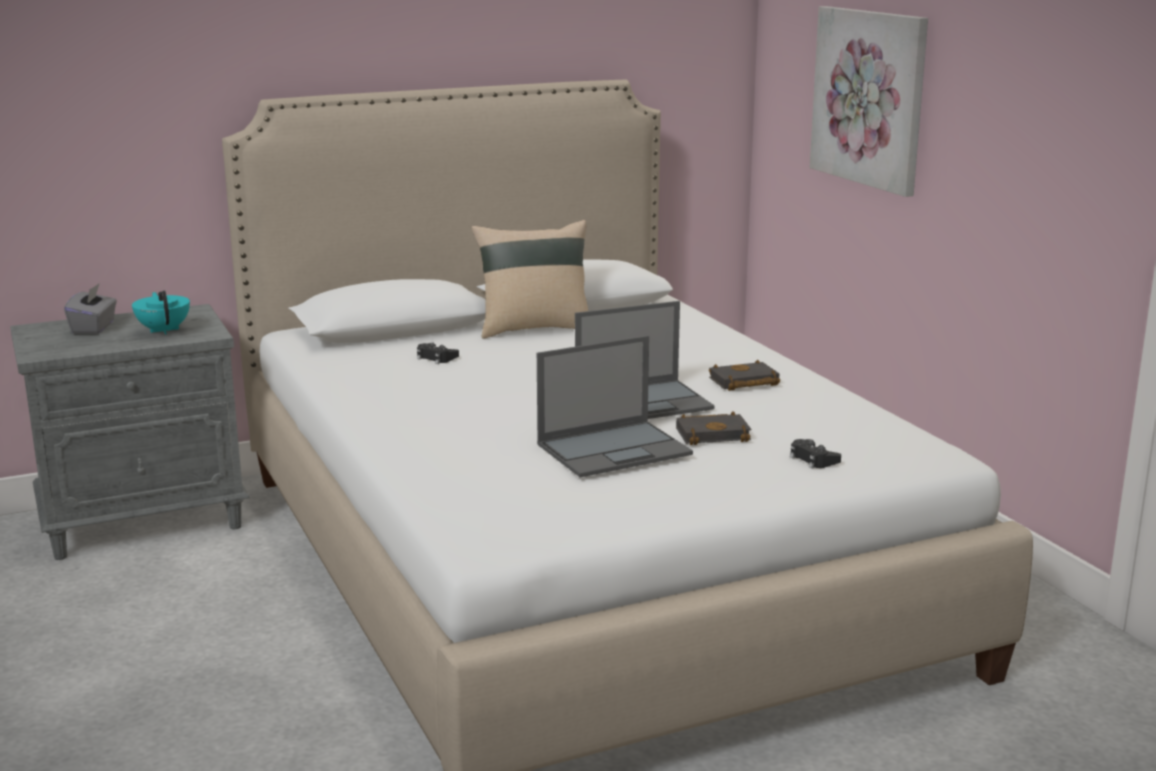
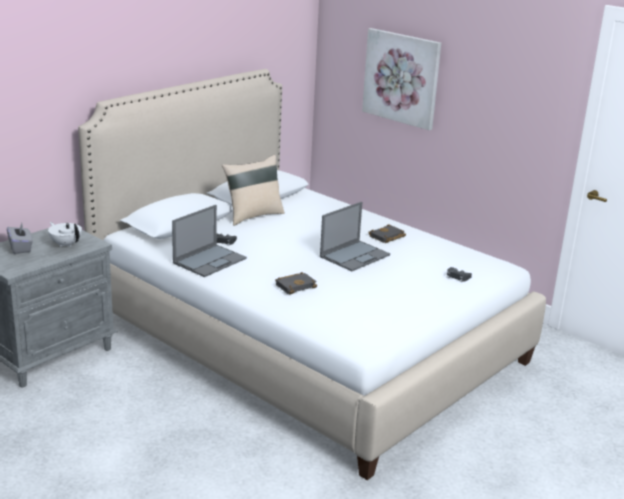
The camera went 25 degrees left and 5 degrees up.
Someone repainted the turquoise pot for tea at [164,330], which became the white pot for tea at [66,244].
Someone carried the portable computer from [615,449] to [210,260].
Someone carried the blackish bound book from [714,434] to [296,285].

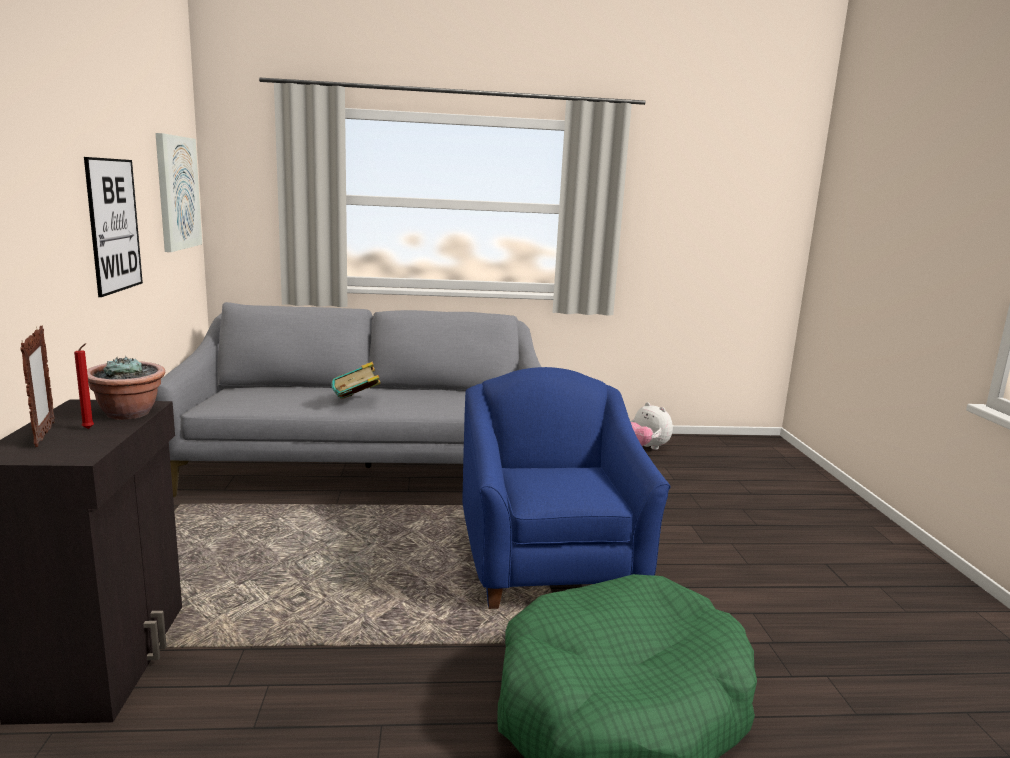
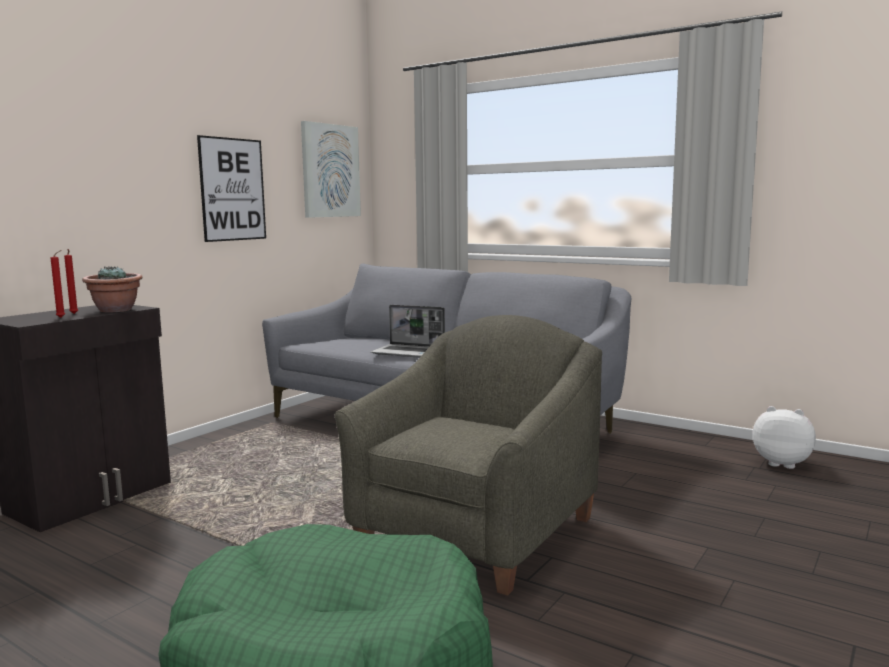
The camera went 40 degrees right and 5 degrees down.
Someone took away the standing frame at [44,435].
Someone swapped the bound book at [357,402] for the portable computer at [409,352].
Someone repainted the blue armchair at [550,563], which became the gray armchair at [476,534].
Someone rotated the plush toy at [646,448] by 120 degrees clockwise.
Someone put down the reddish candle at [62,317].

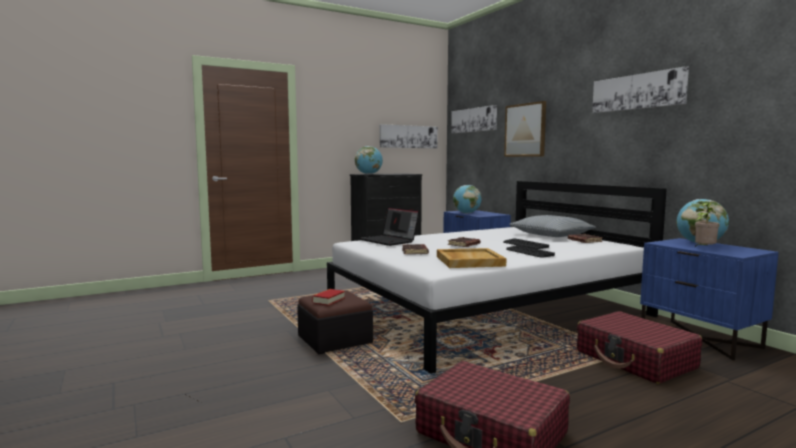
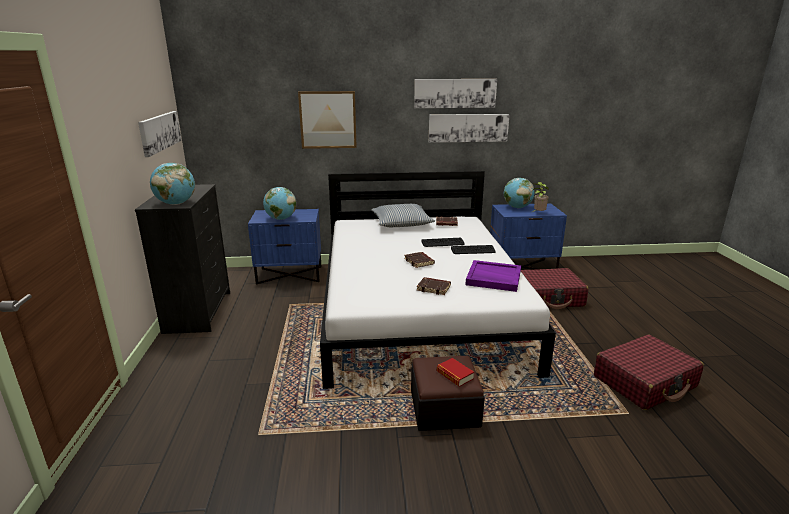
The camera went 65 degrees left and 15 degrees up.
Someone took away the portable computer at [389,241].
Someone repainted the sand-coloured tray at [469,261], which became the purple tray at [493,278].
Someone carried the wall picture from [474,120] to [468,128].

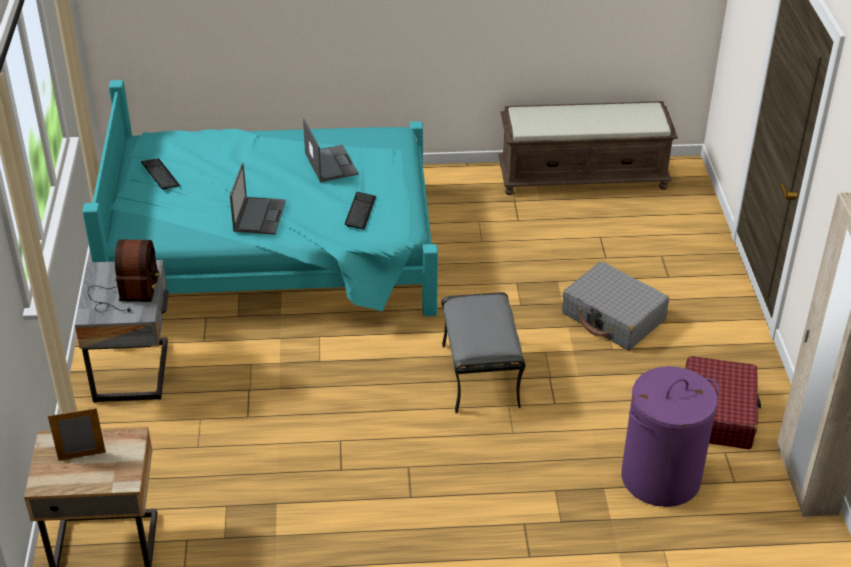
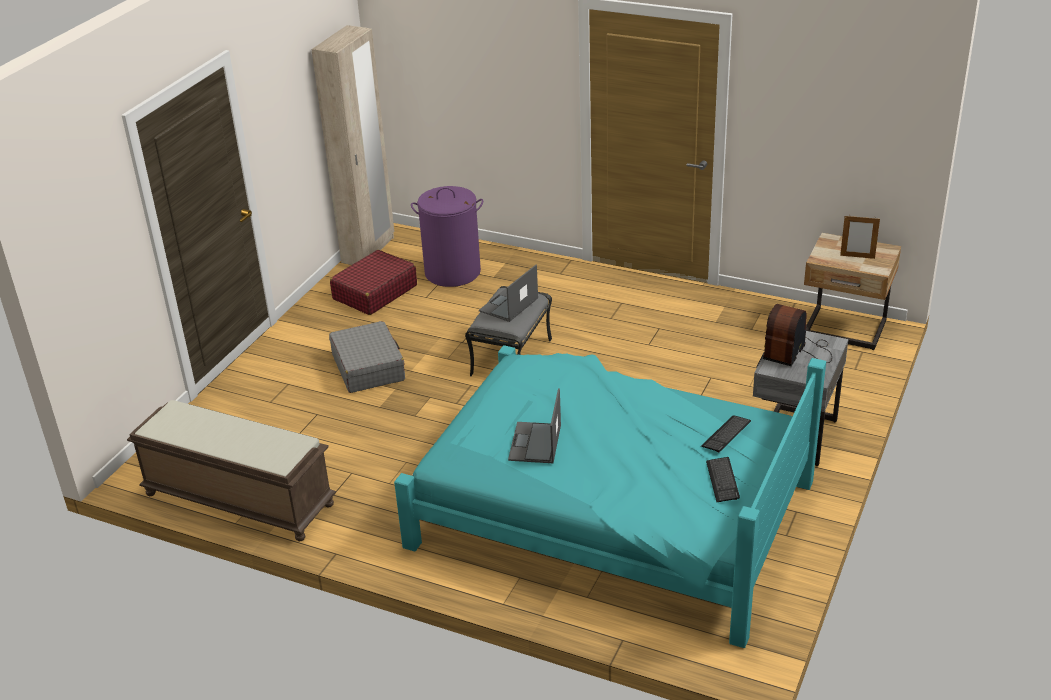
The camera went 150 degrees left and 5 degrees down.
Someone carried the portable computer from [259,215] to [508,305].
Someone carried the keyboard from [360,212] to [726,435].

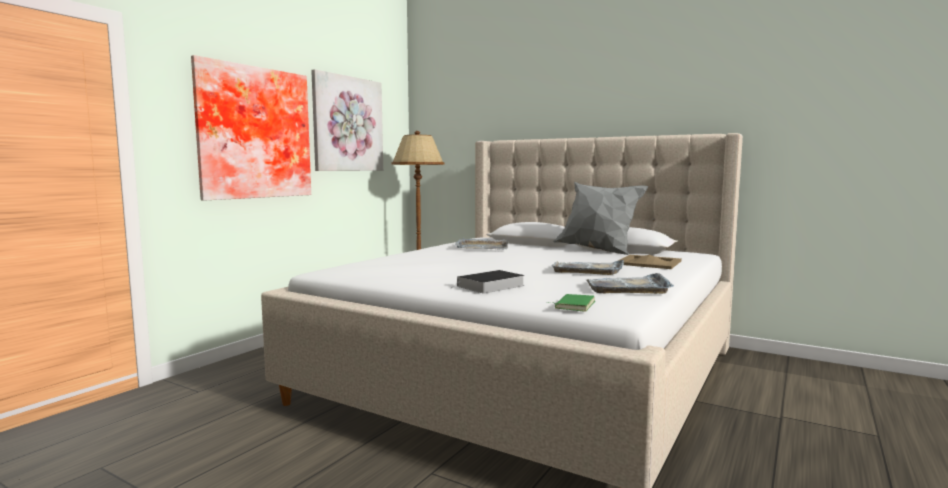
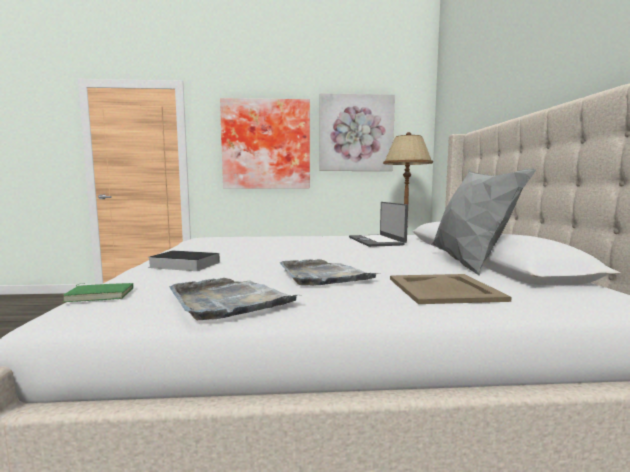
The camera went 55 degrees right and 0 degrees up.
Someone swapped the gray tray at [481,247] for the portable computer at [376,241].

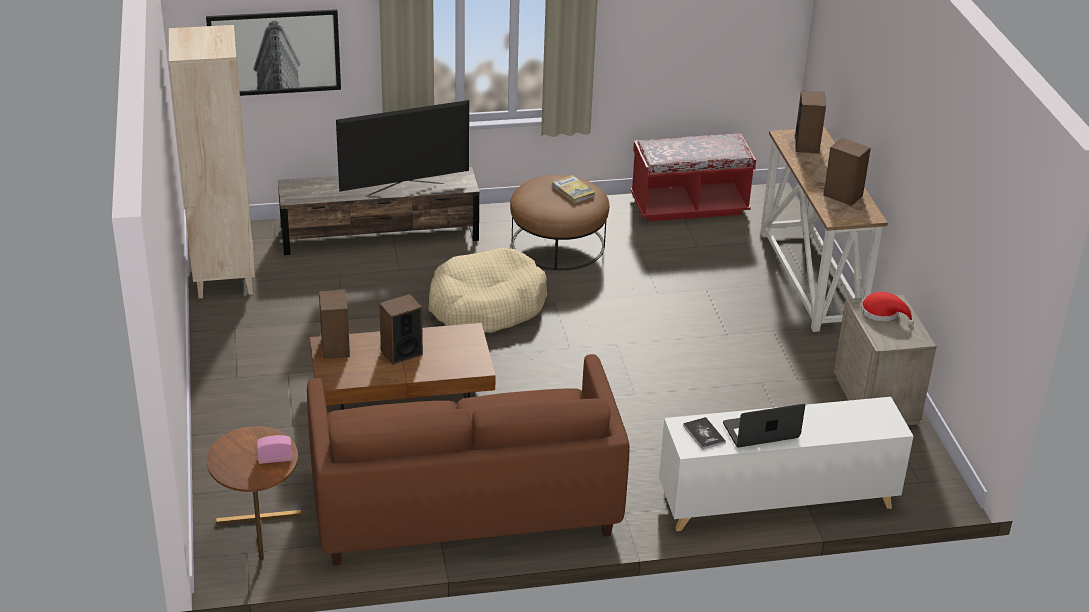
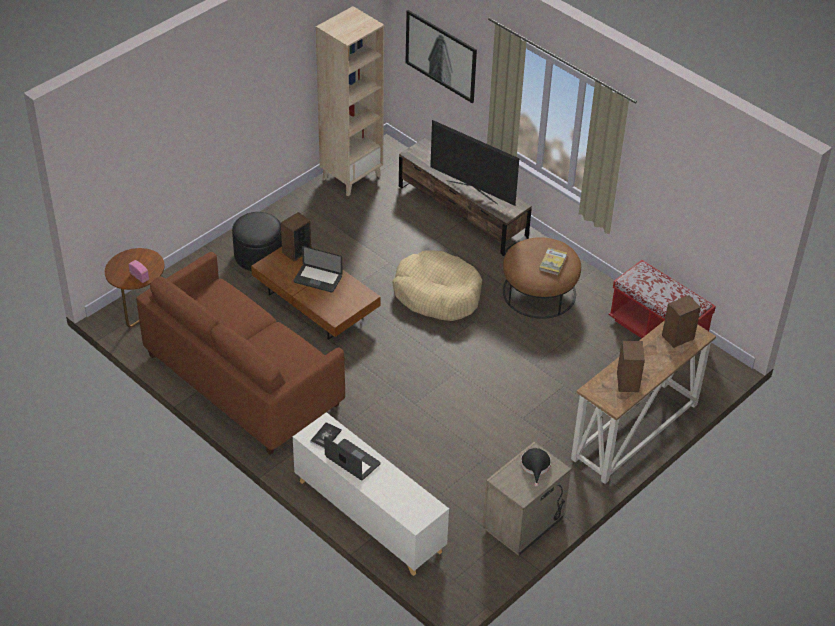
The camera went 55 degrees right and 10 degrees up.
Someone swapped the speaker at [401,352] for the portable computer at [317,279].
Someone repainted the reddish clothing hat at [883,313], which became the blackish clothing hat at [535,466].
Someone put down the blackish pouffe at [258,255].

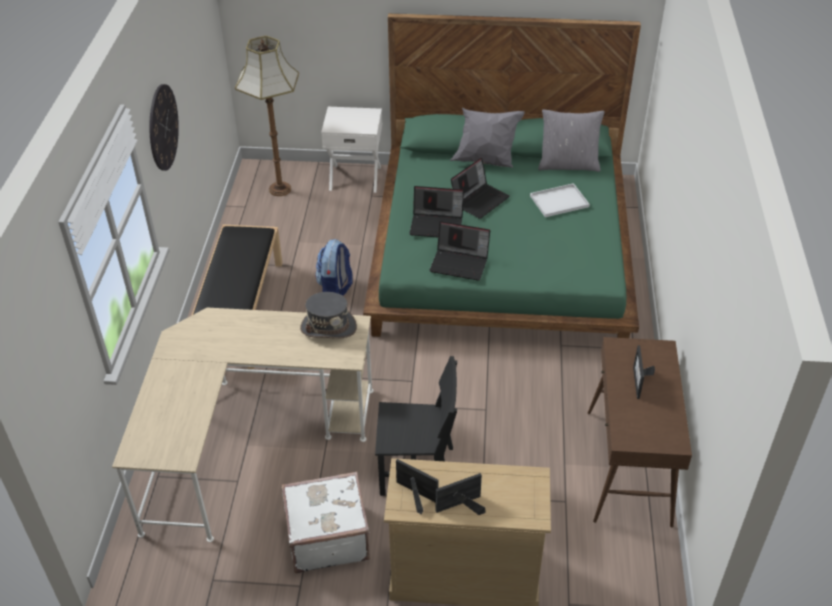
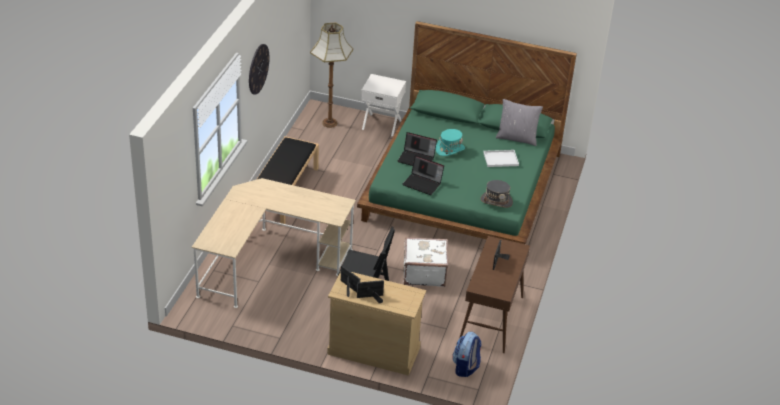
The camera went 10 degrees right and 5 degrees down.
Someone carried the white travel case from [326,537] to [424,273].
Someone carried the gray clothing hat from [328,327] to [496,201].
Someone carried the rucksack from [335,288] to [465,367].
Someone took away the gray pillow at [485,161].
Someone swapped the portable computer at [480,200] for the turquoise clothing hat at [450,149].

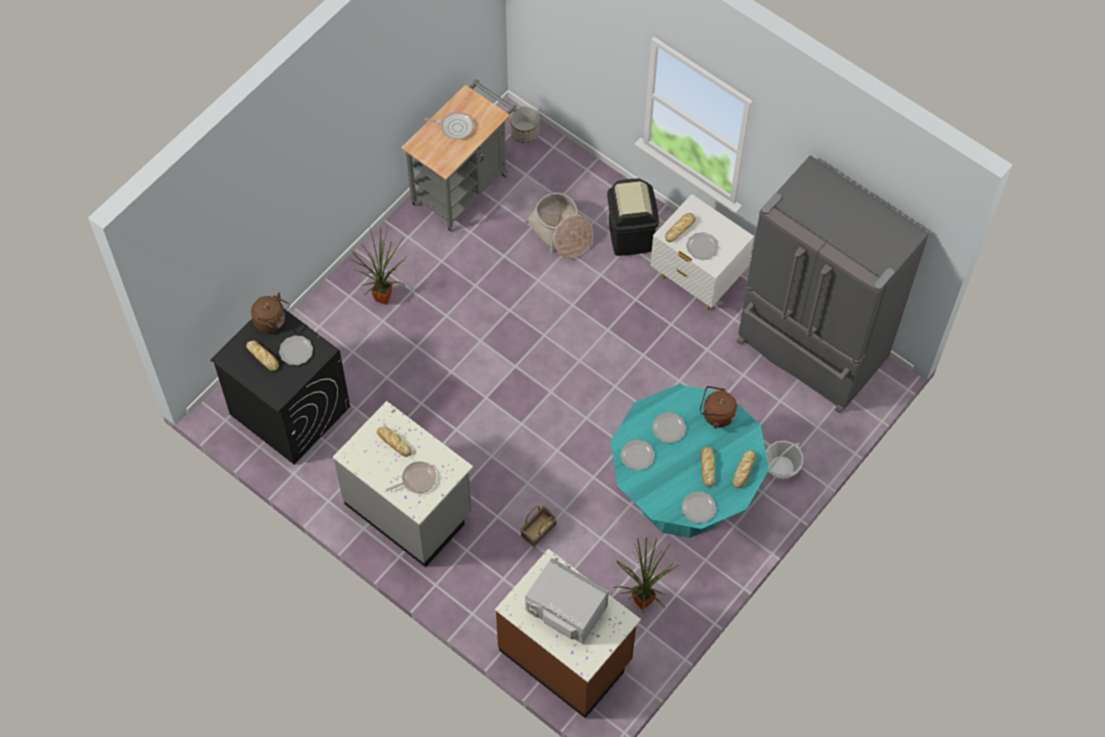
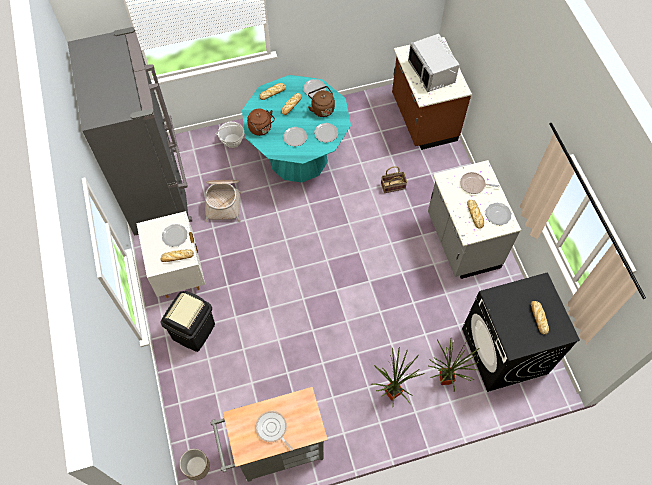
The camera went 145 degrees left and 0 degrees up.
Someone carried the brown tea kettle from [272,321] to [321,108].
Someone carried the dinner plate from [296,350] to [498,215].
Someone carried the storage basket from [561,232] to [224,201].
Someone carried the plant in a pot from [641,599] to [445,382].

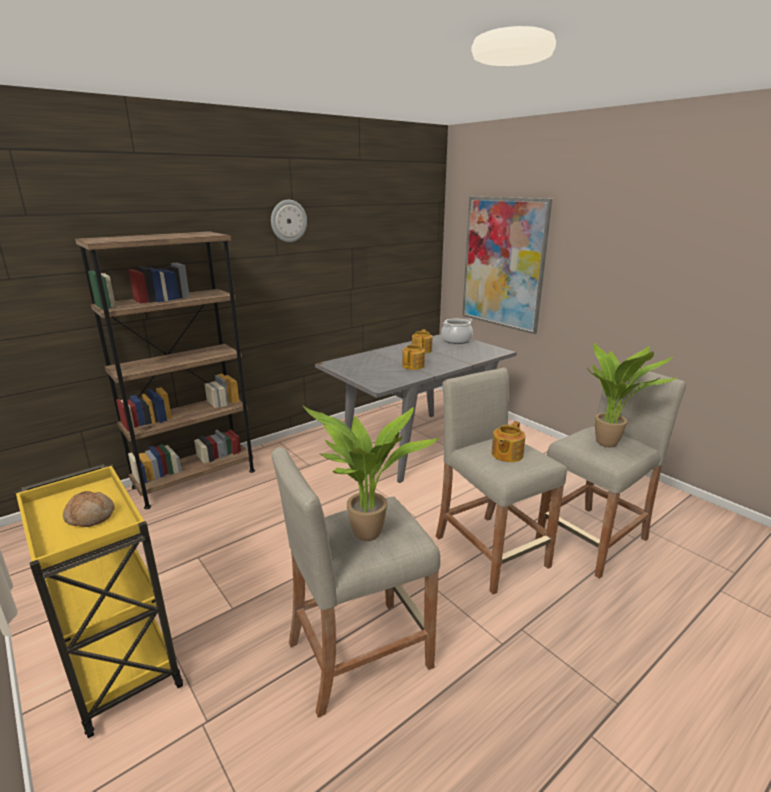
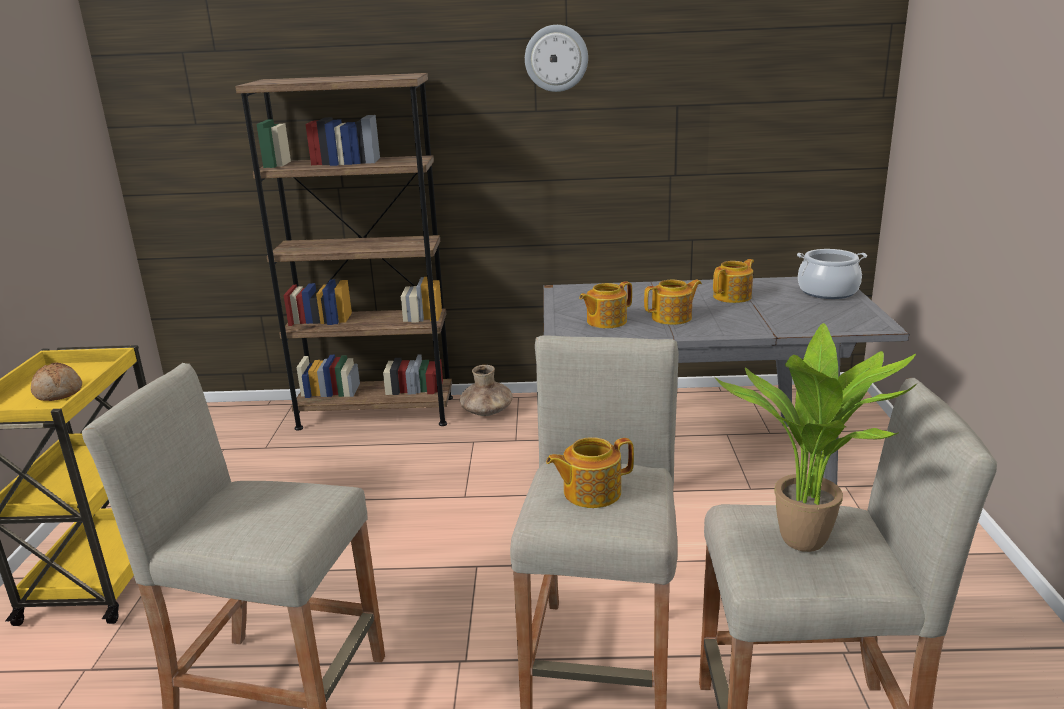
The camera went 40 degrees right and 0 degrees up.
Someone took away the plant in a pot at [367,537].
Someone took away the wall picture at [503,263].
Someone put down the brown decorative vase at [487,411].
Someone put down the pot for tea at [605,321].

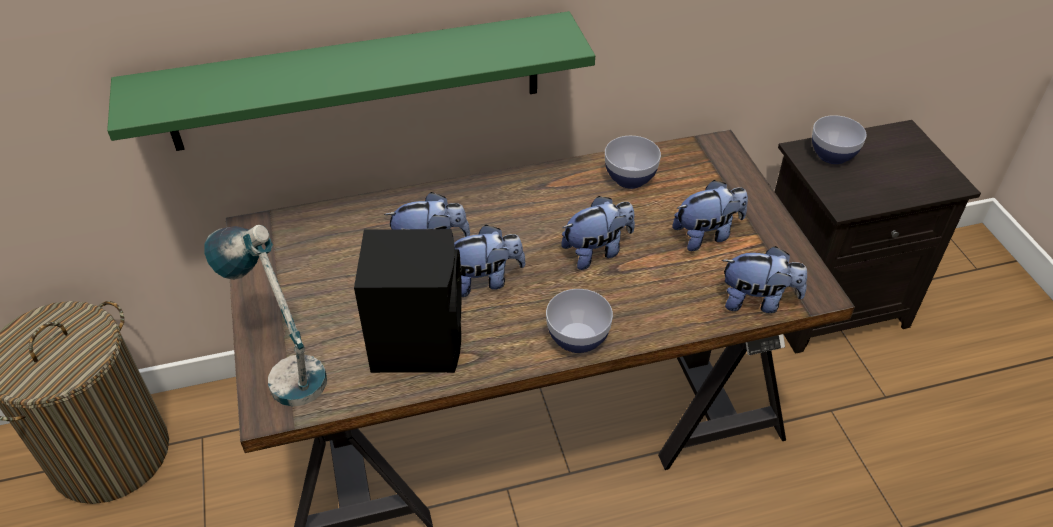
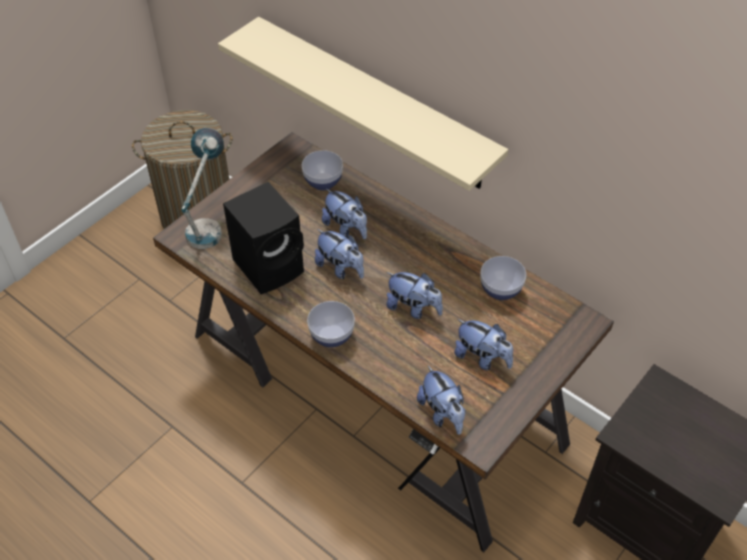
The camera went 55 degrees right and 5 degrees up.
Someone repainted the green shelf at [357,82], which became the sand-coloured shelf at [375,103].
Someone carried the serving bowl from [832,155] to [323,182].

